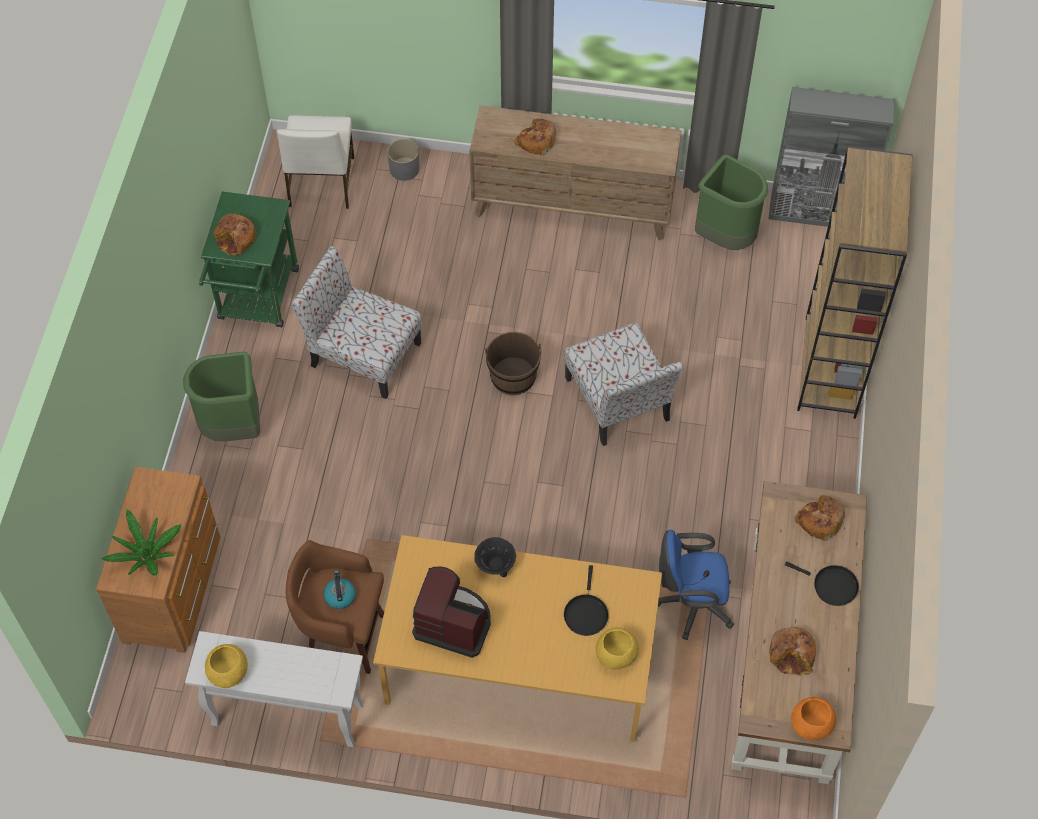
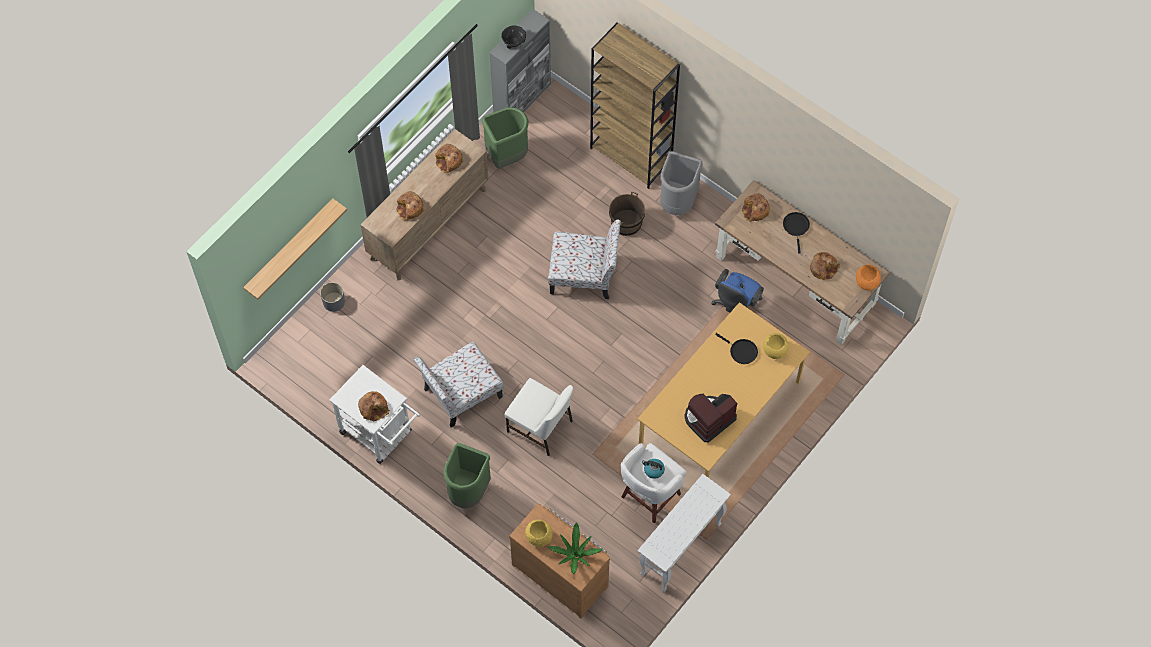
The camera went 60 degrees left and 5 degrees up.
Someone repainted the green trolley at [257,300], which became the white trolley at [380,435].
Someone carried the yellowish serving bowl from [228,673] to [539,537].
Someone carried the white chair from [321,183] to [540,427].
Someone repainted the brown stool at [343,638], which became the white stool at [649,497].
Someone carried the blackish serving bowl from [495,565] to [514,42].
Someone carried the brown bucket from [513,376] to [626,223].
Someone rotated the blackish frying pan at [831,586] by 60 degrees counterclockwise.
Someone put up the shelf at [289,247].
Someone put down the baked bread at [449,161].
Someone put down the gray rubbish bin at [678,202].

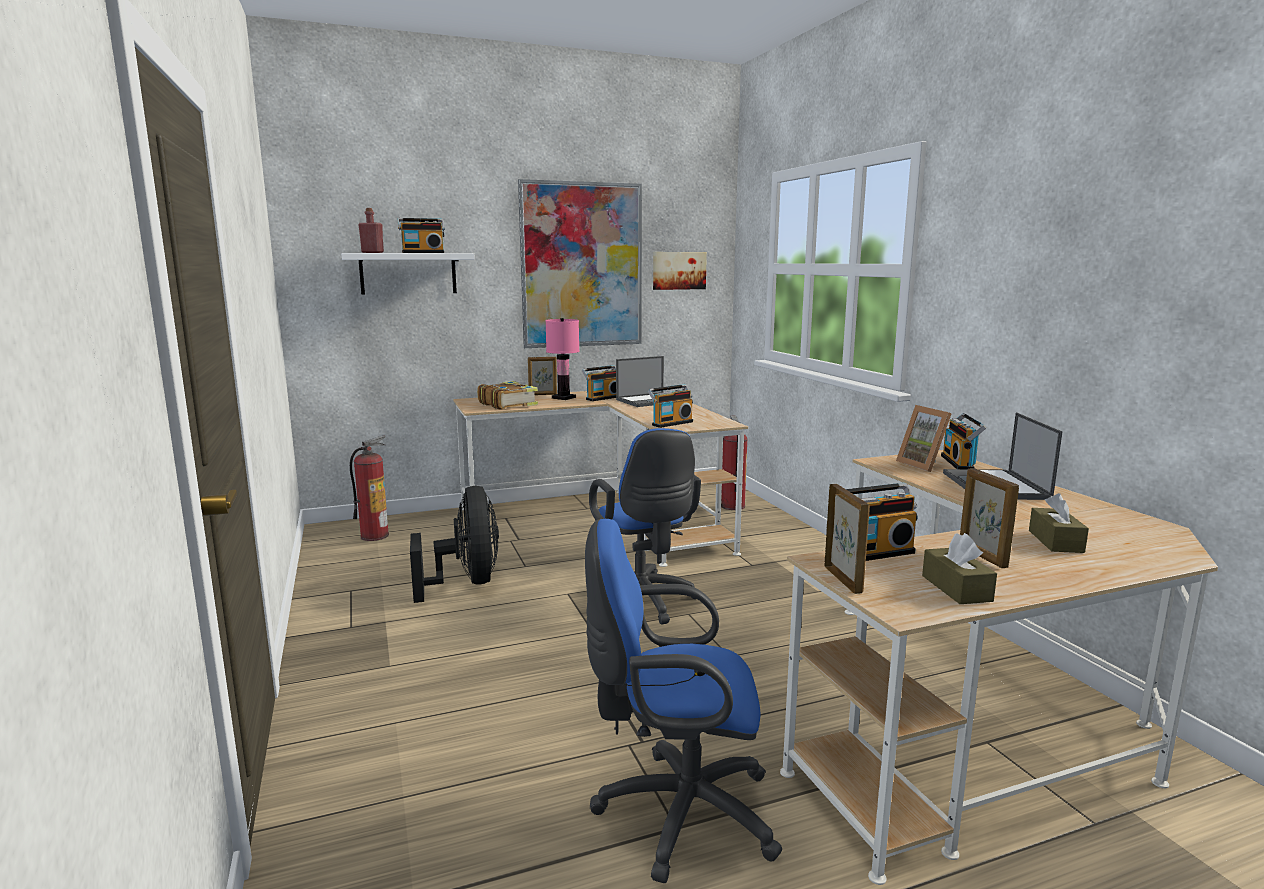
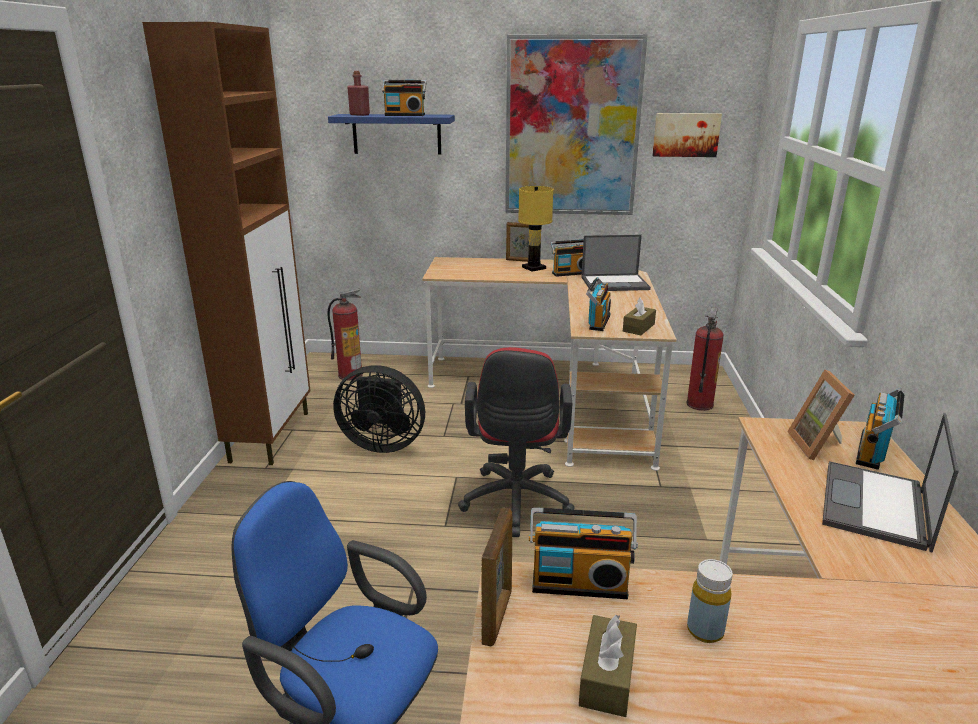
The camera went 25 degrees right and 10 degrees up.
Someone repainted the white shelf at [408,273], which became the blue shelf at [396,134].
Someone rotated the blackish cooling fan at [466,583] by 90 degrees clockwise.
Someone took away the bound book at [508,404].
Someone repainted the pink lamp for a table at [563,398], which became the yellowish lamp for a table at [534,268].
Someone repainted the blue computer chair at [643,602], which became the reddish computer chair at [515,505].
Someone rotated the radio receiver at [671,423] by 60 degrees counterclockwise.
Someone swapped the standing frame at [981,556] for the yellowish beverage bottle at [705,631].
Someone carried the brown tissue box from [1055,541] to [638,328].
Someone put down the brown storage cabinet at [271,435].

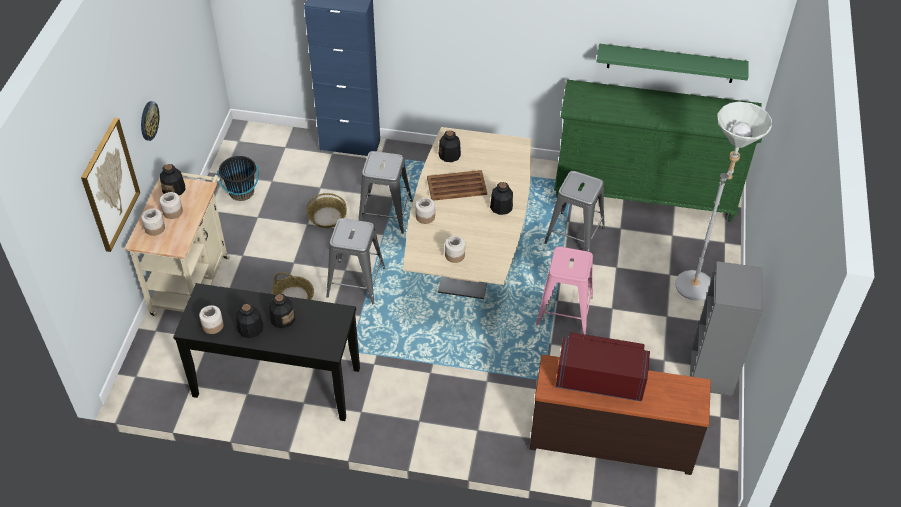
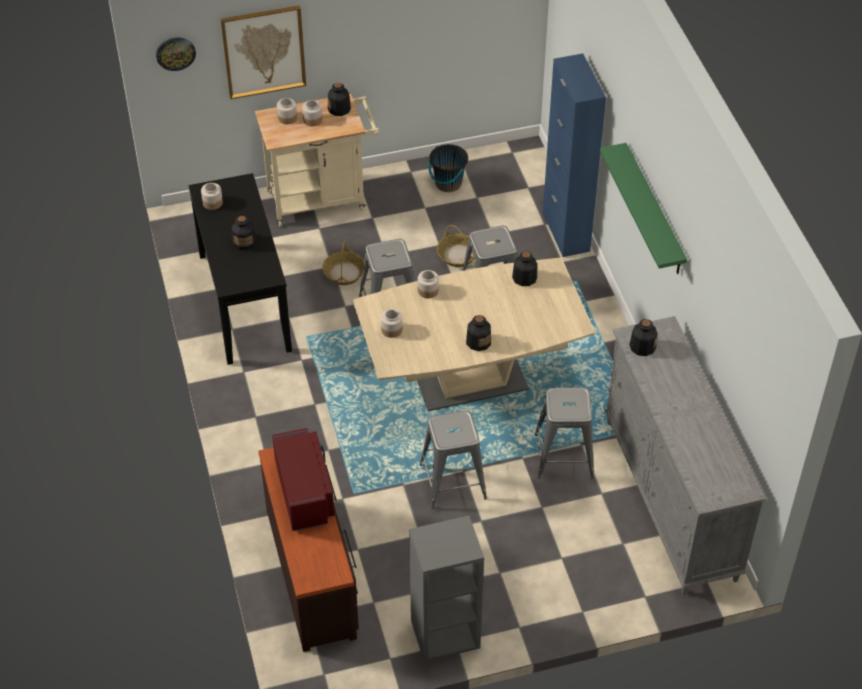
The camera went 65 degrees right and 0 degrees up.
Someone carried the wall clock from [148,120] to [175,53].
Someone carried the beverage bottle from [250,329] to [642,346].
Someone took away the brown tray at [457,186].
Someone repainted the pink stool at [564,310], which became the gray stool at [453,481].
Someone repainted the green drawer chest at [645,194], which became the gray drawer chest at [670,500].
Someone carried the green shelf from [671,63] to [654,211].
Someone took away the gray standard lamp at [698,281].

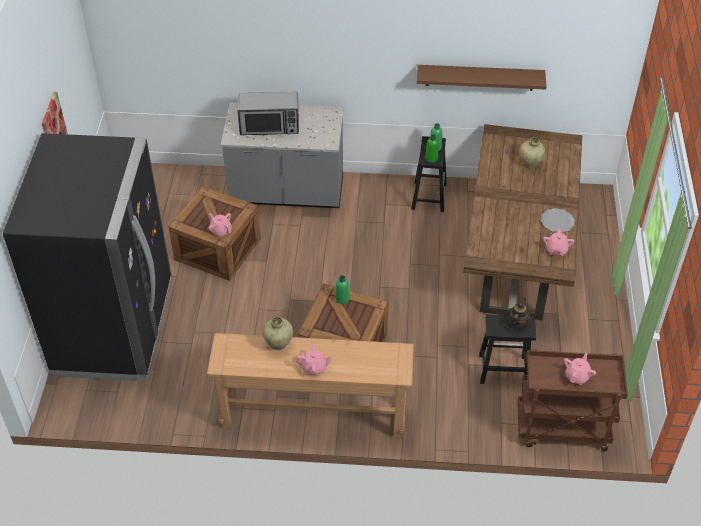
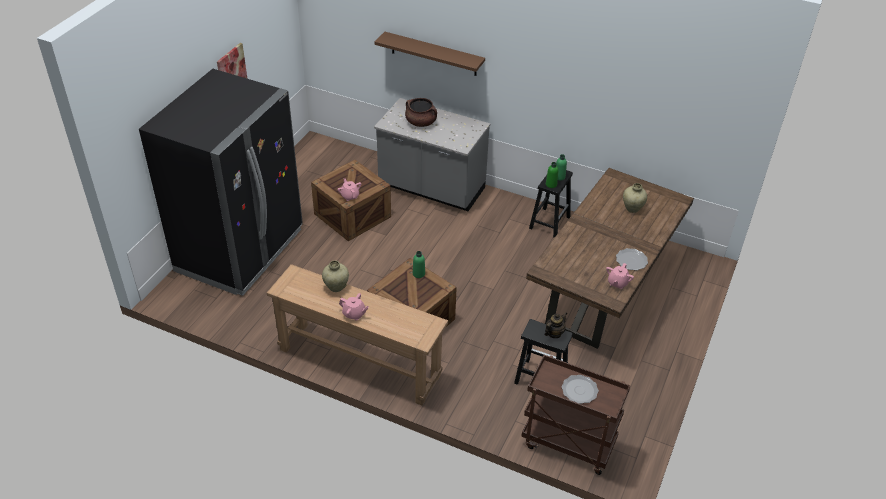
The camera went 20 degrees right and 5 degrees down.
Someone swapped the kitchen microwave at [269,126] for the brown stockpot at [421,122].
Someone carried the brown shelf from [480,77] to [434,54].
Someone swapped the pink pot for tea at [577,376] for the dinner plate at [579,390].

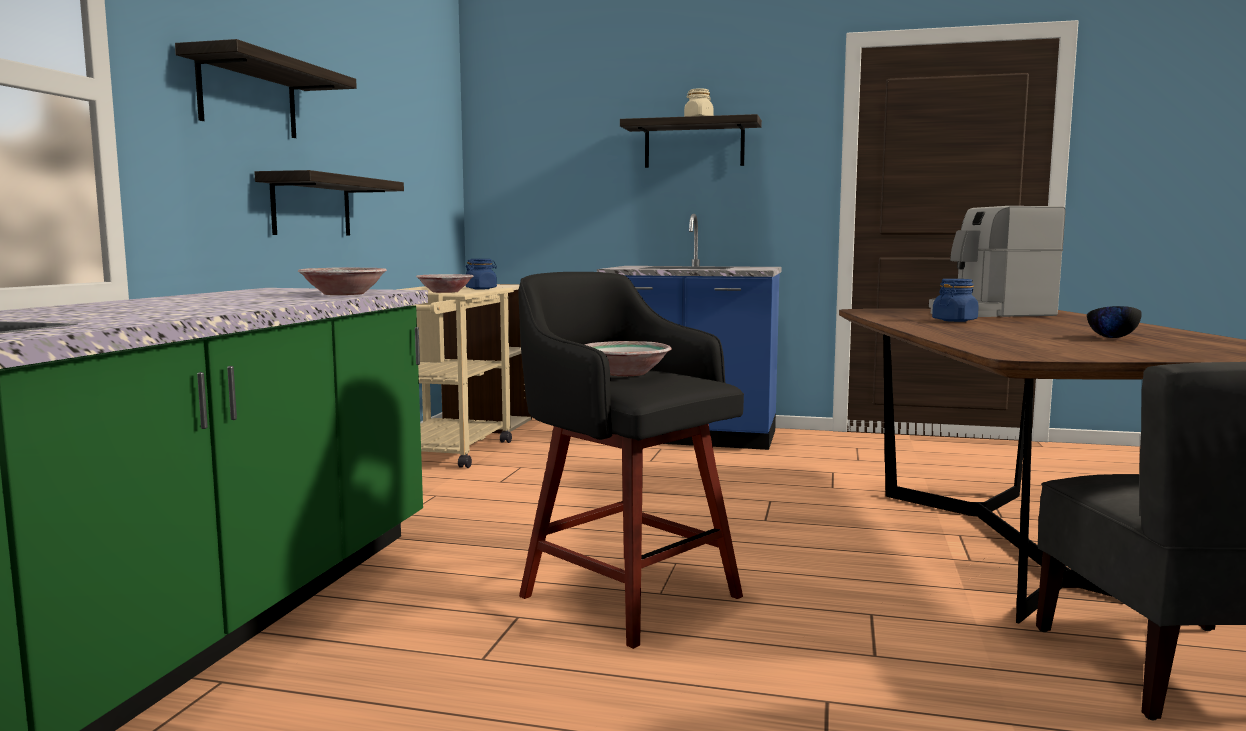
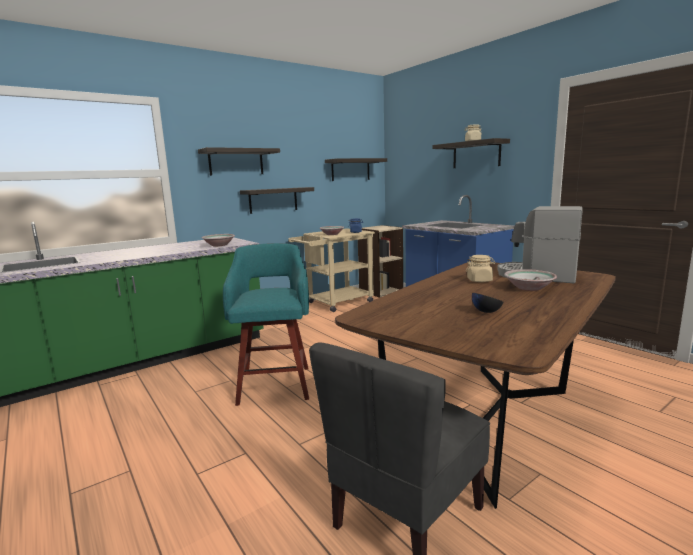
The camera went 40 degrees right and 5 degrees up.
Someone repainted the blackish stool at [625,594], which became the turquoise stool at [275,383].
Someone carried the serving bowl from [626,373] to [529,288].
Someone repainted the blue jar at [954,320], which became the sand-coloured jar at [479,280].
Someone put up the shelf at [350,170].

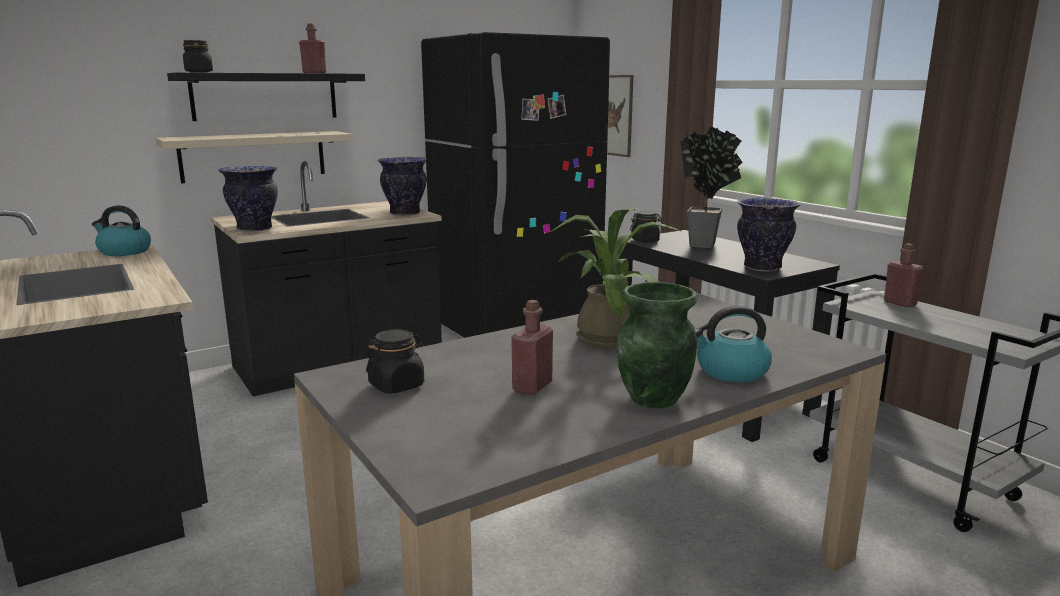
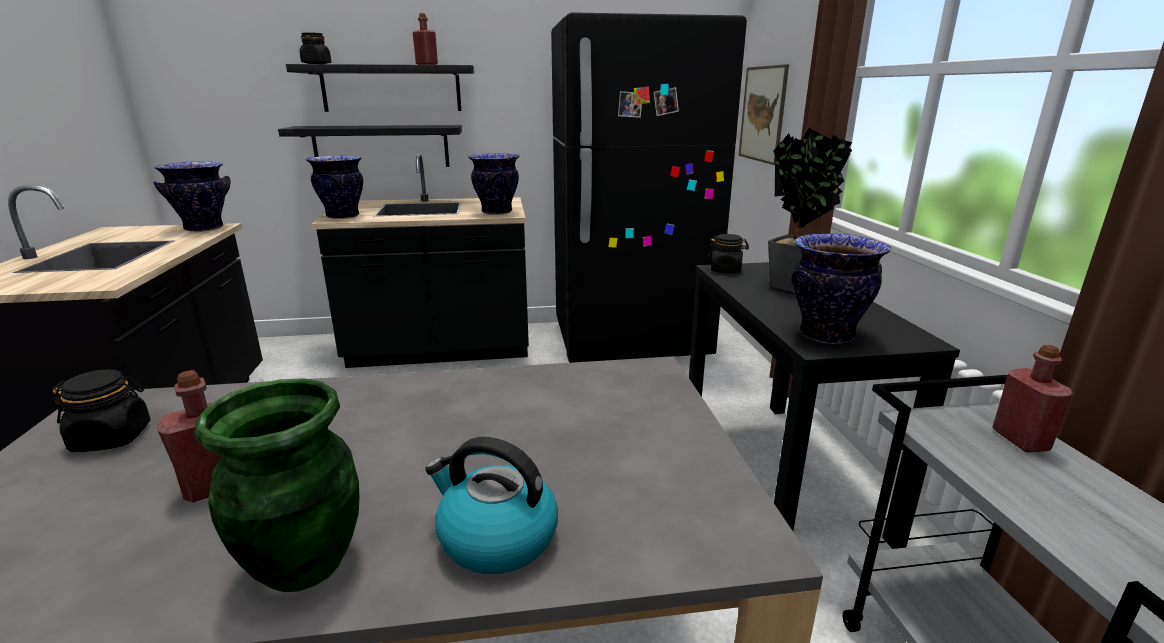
The camera went 25 degrees right and 5 degrees up.
Someone swapped the tea kettle at [124,252] for the decorative vase at [204,228].
Someone repainted the sand-coloured shelf at [253,156], which became the blackish shelf at [381,146].
Someone took away the plant in a pot at [607,337].

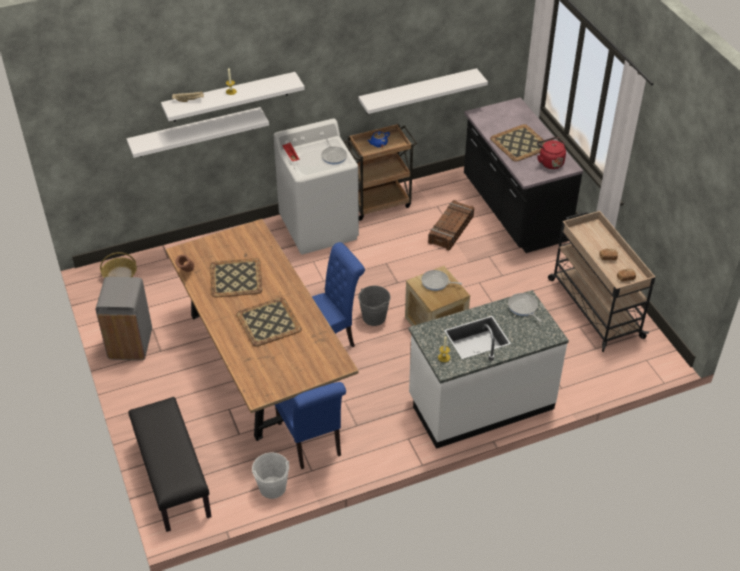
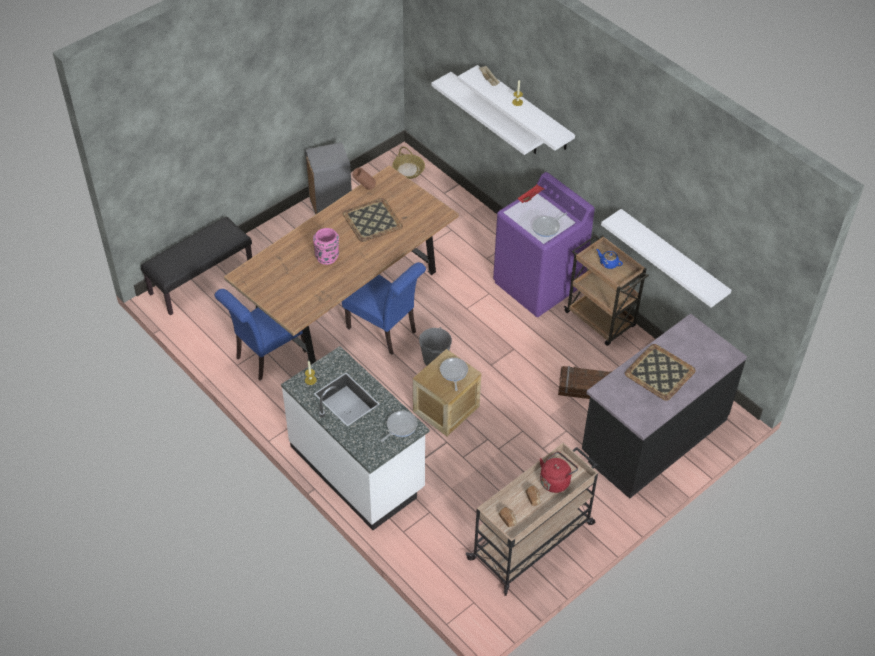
The camera went 70 degrees right and 5 degrees up.
Someone swapped the tray at [268,322] for the pink decorative vase at [327,257].
Someone took away the white bucket at [272,487].
Someone repainted the white laundry machine at [319,227], which became the purple laundry machine at [538,284].
Someone carried the reddish tea kettle from [550,162] to [556,480].

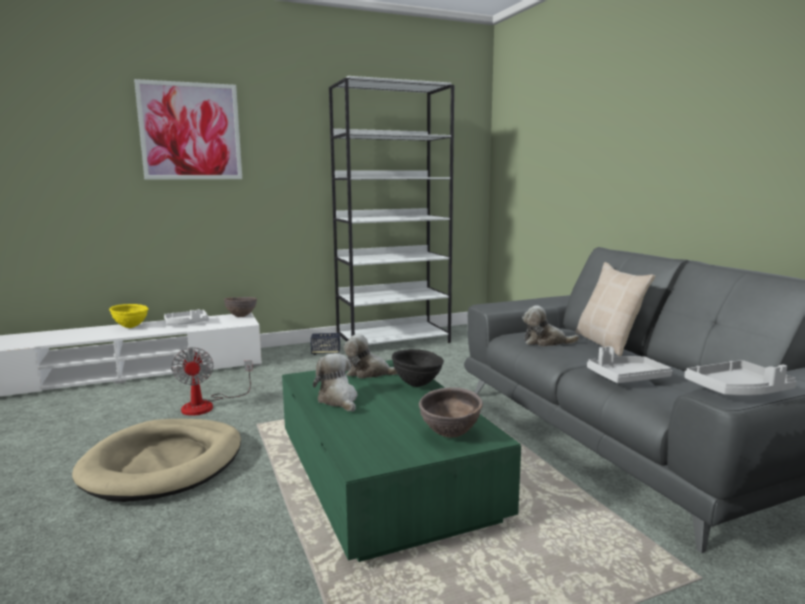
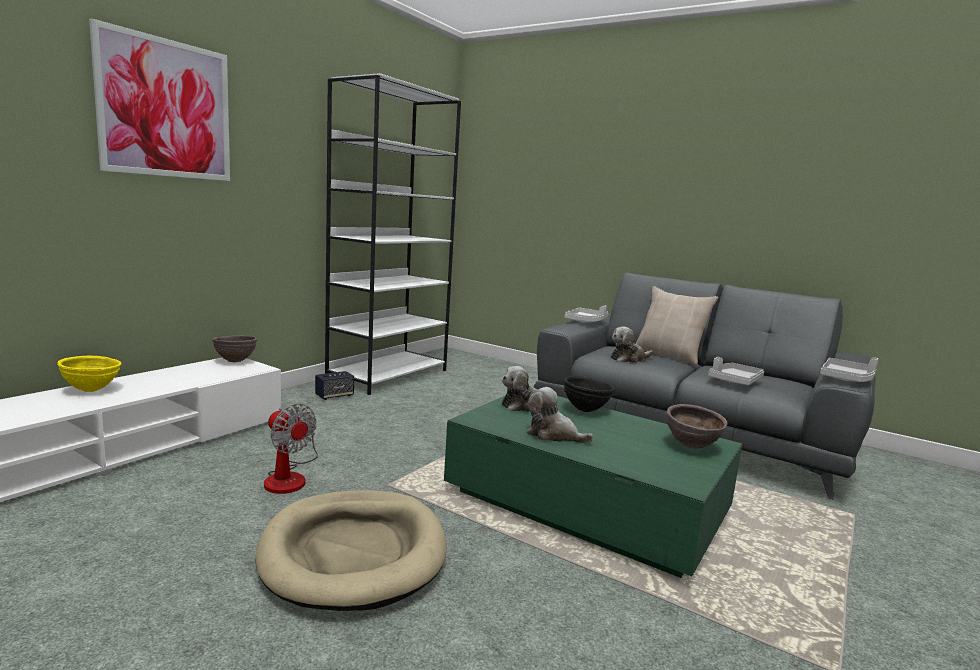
The camera went 35 degrees left and 0 degrees up.
Someone carried the white tray from [187,323] to [586,321].

